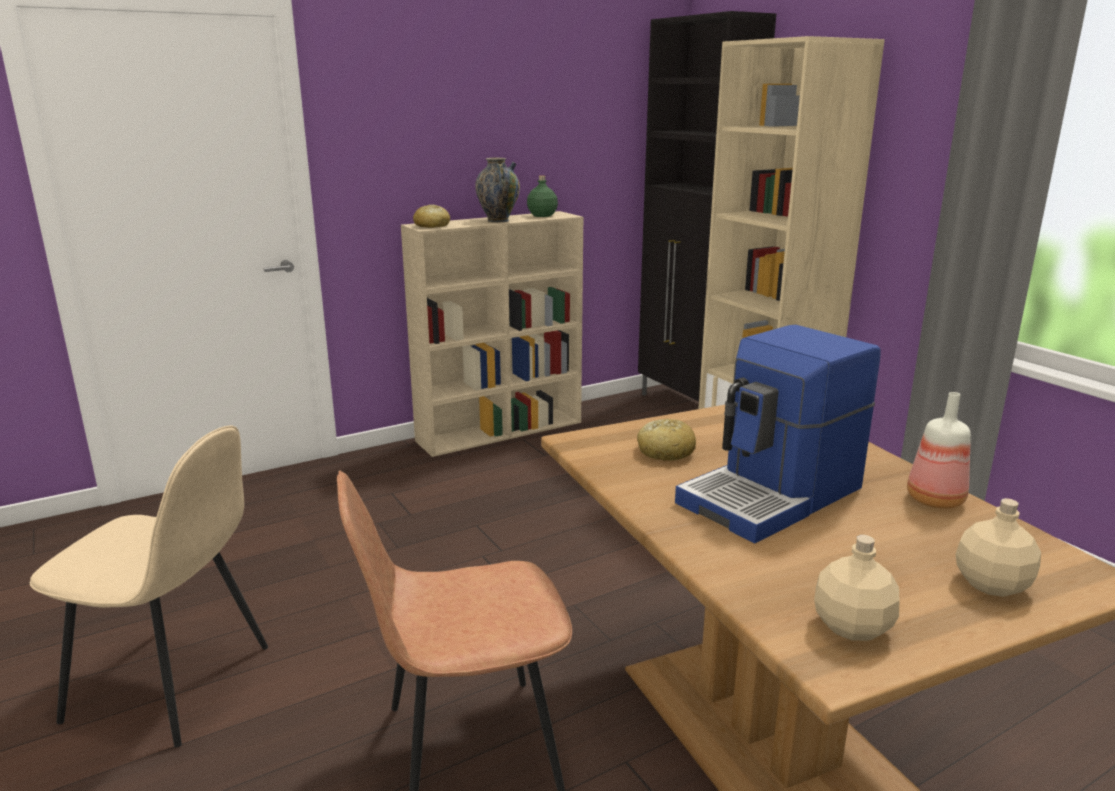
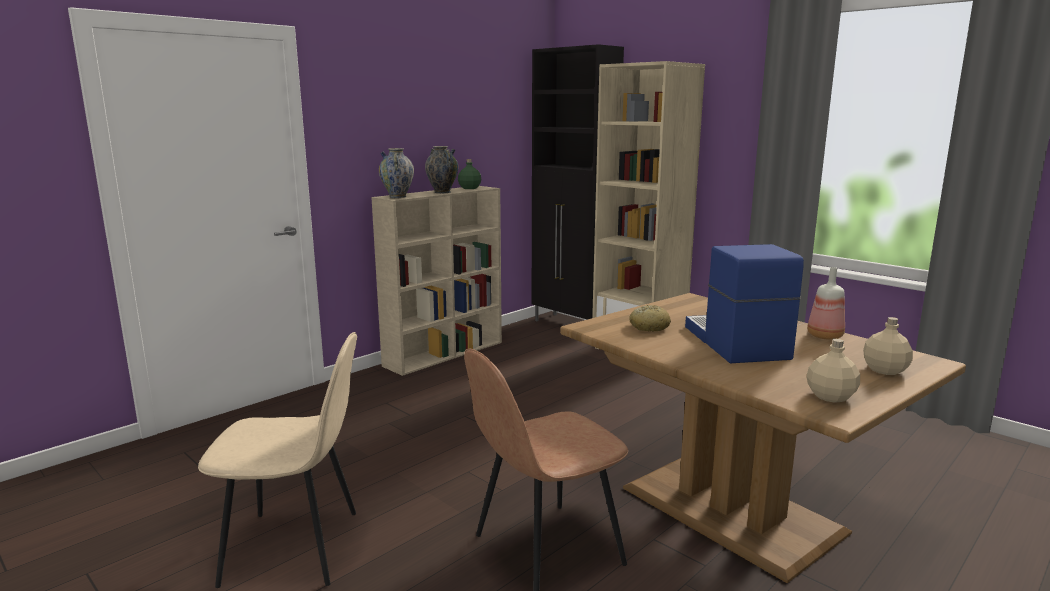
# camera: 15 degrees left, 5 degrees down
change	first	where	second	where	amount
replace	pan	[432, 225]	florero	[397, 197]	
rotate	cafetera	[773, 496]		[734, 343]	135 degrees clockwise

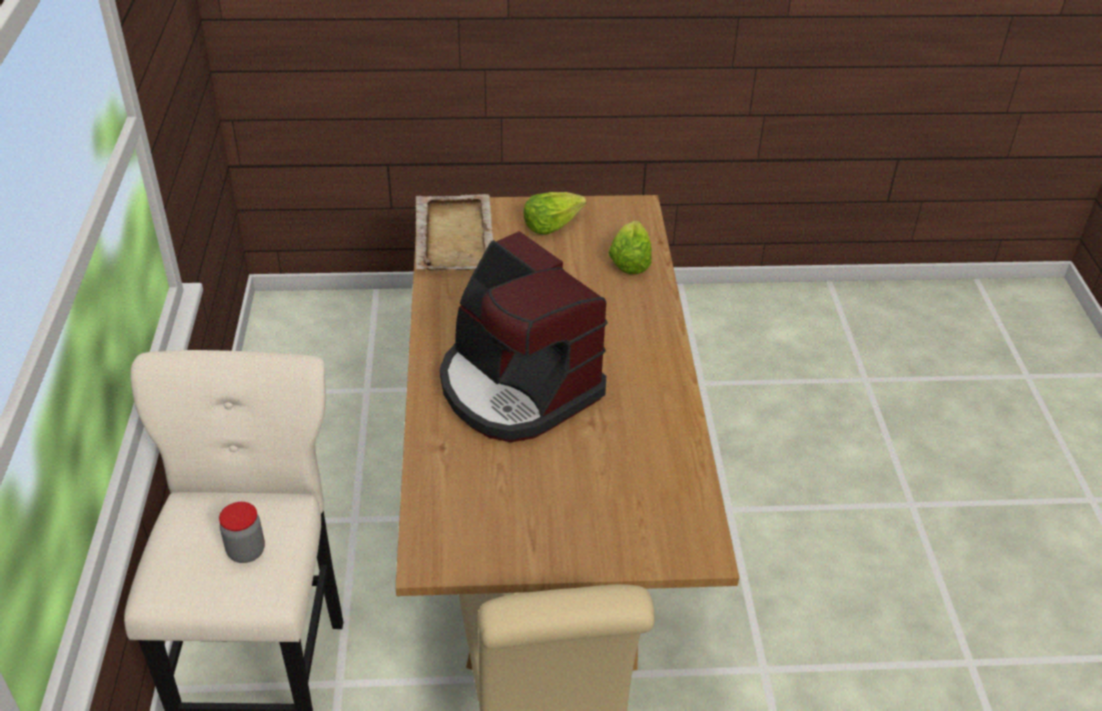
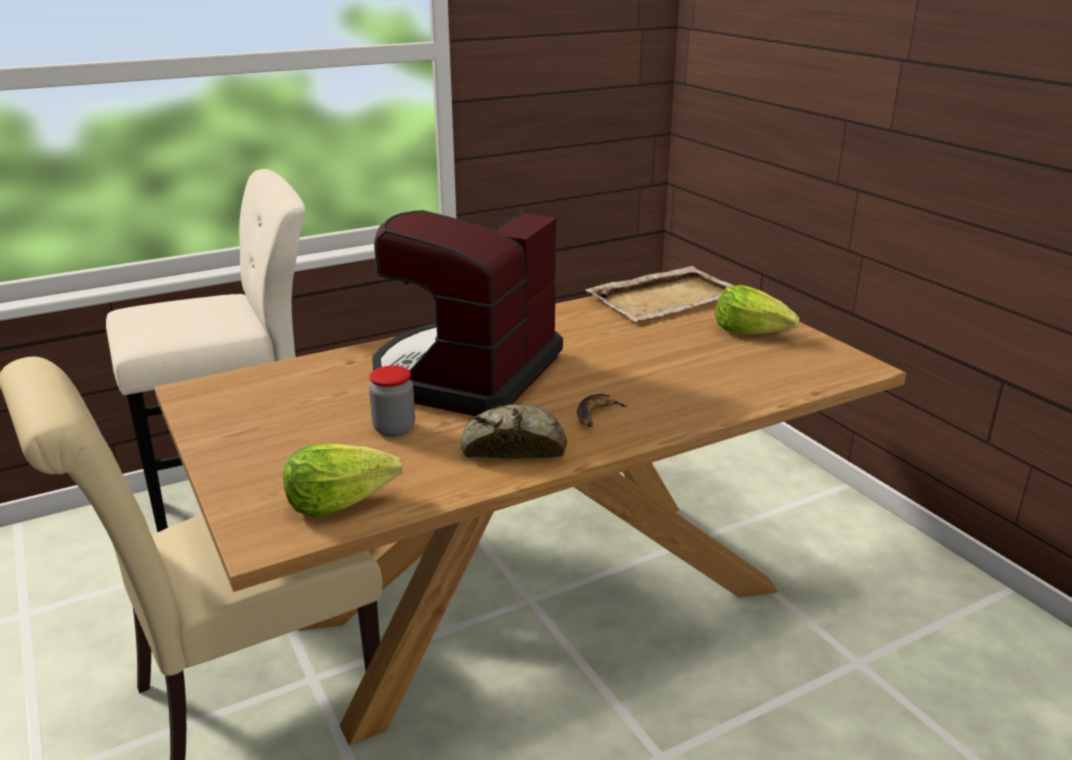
# camera: 65 degrees right, 15 degrees down
change	first	where	second	where	amount
move	lechuga	[629, 261]		[339, 501]	
move	tarro	[246, 551]		[394, 429]	
insert			plátano	[597, 415]	
insert			pan	[513, 445]	

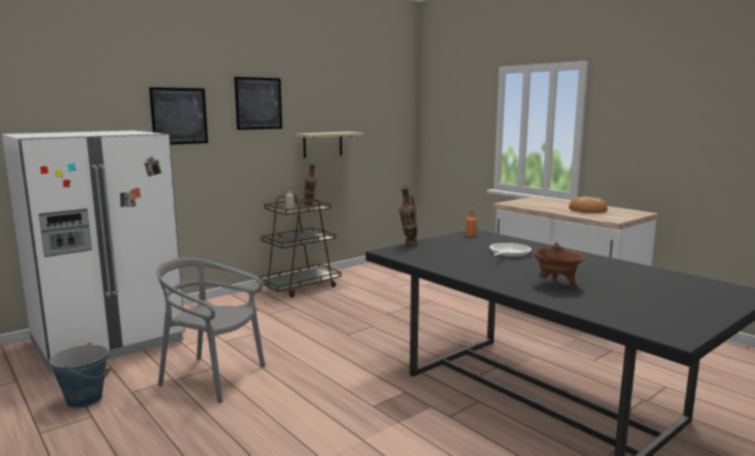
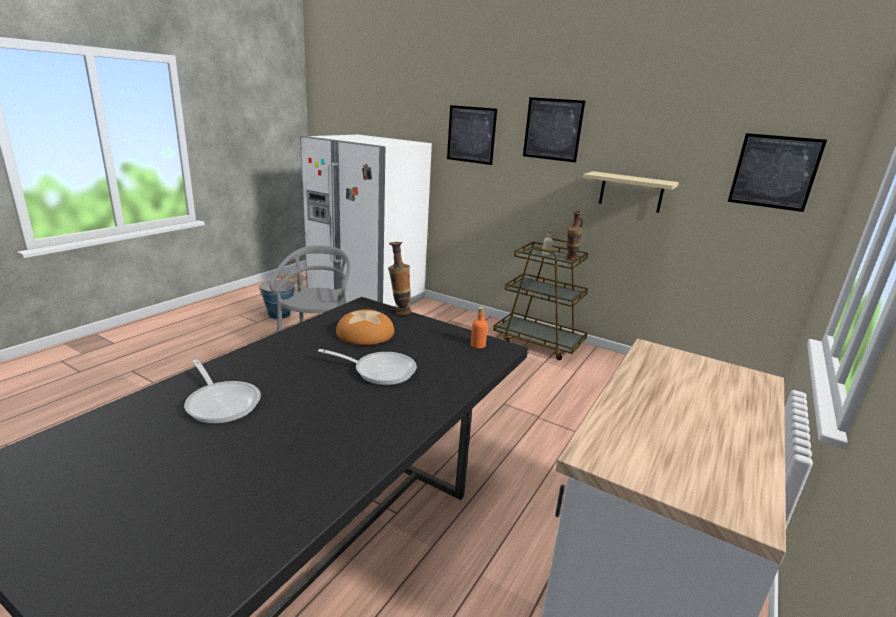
# camera: 70 degrees right, 10 degrees up
change	first	where	second	where	amount
move	pan	[587, 210]		[364, 333]	
replace	olla/marrón	[557, 284]	sartén	[222, 403]	
insert			cuadro	[774, 172]	

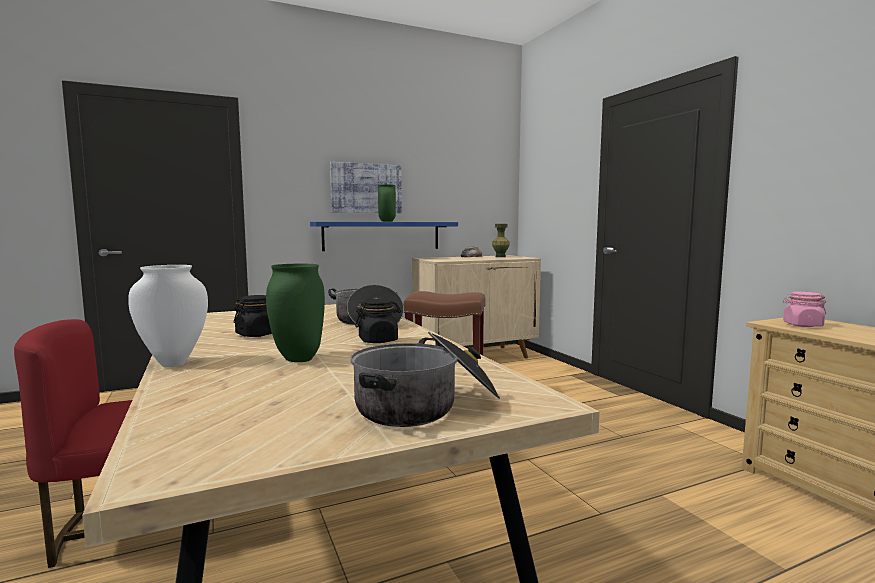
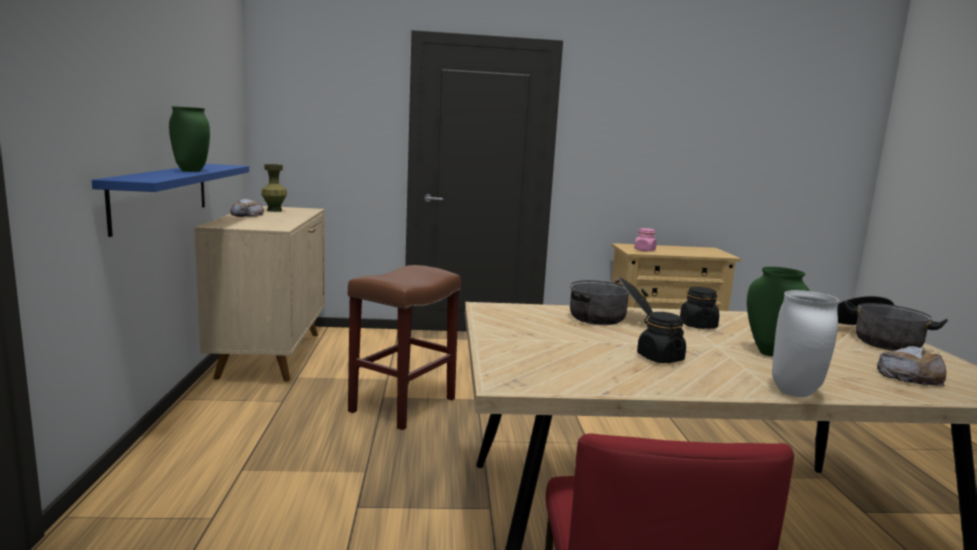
# camera: 70 degrees left, 5 degrees up
change	first	where	second	where	amount
delete	cuadro	[366, 188]			
insert			pan	[910, 376]	

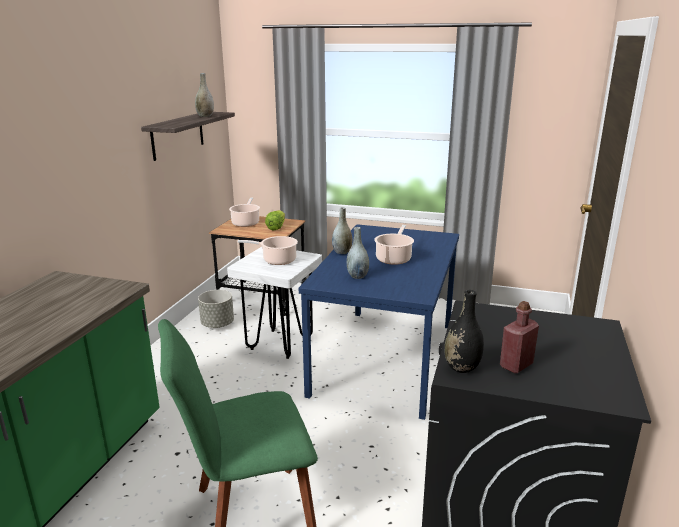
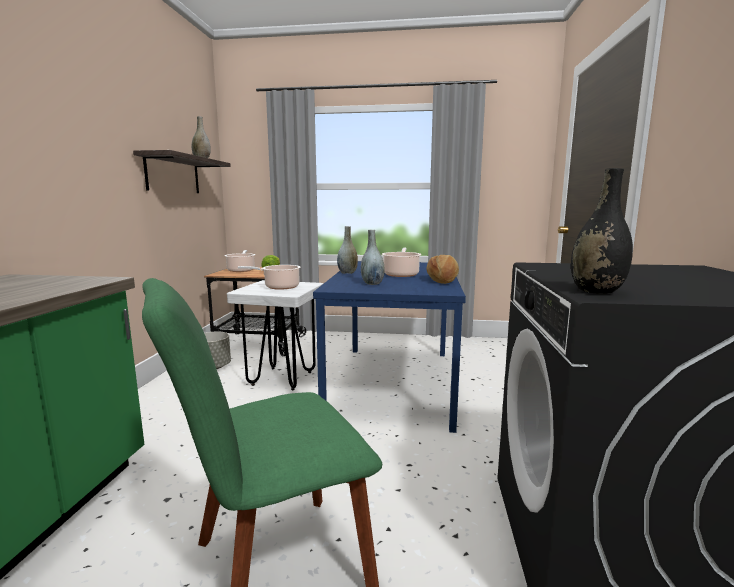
# camera: 10 degrees left, 10 degrees down
change	first	where	second	where	amount
delete	botella/rojo	[516, 365]			
insert			pan	[443, 280]	

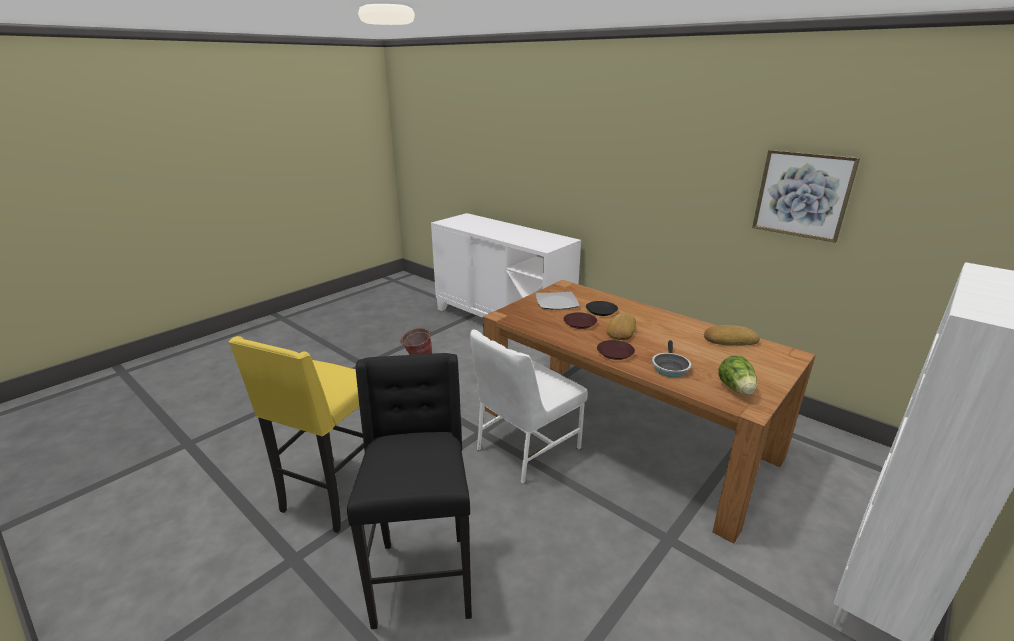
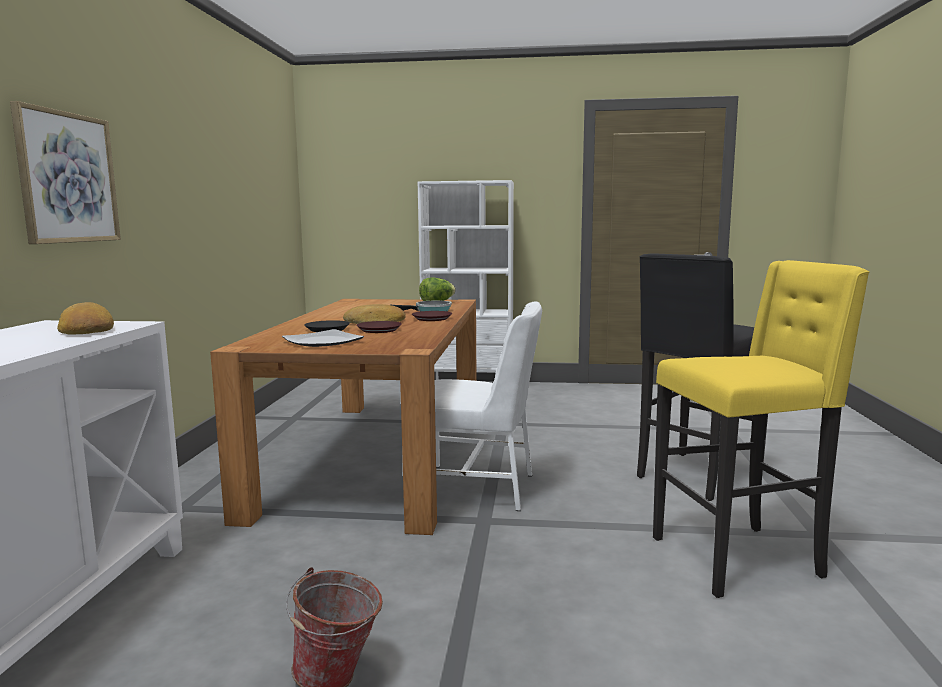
# camera: 125 degrees left, 15 degrees down
change	first	where	second	where	amount
move	cuadro	[802, 195]		[67, 178]	
move	pan	[729, 340]		[86, 329]	

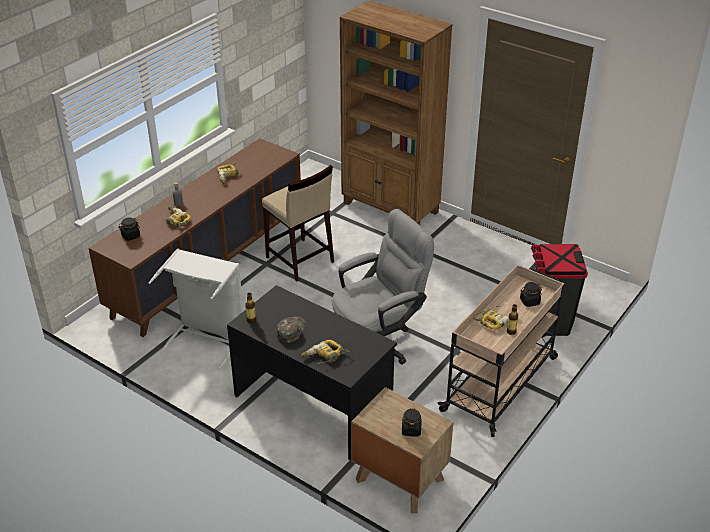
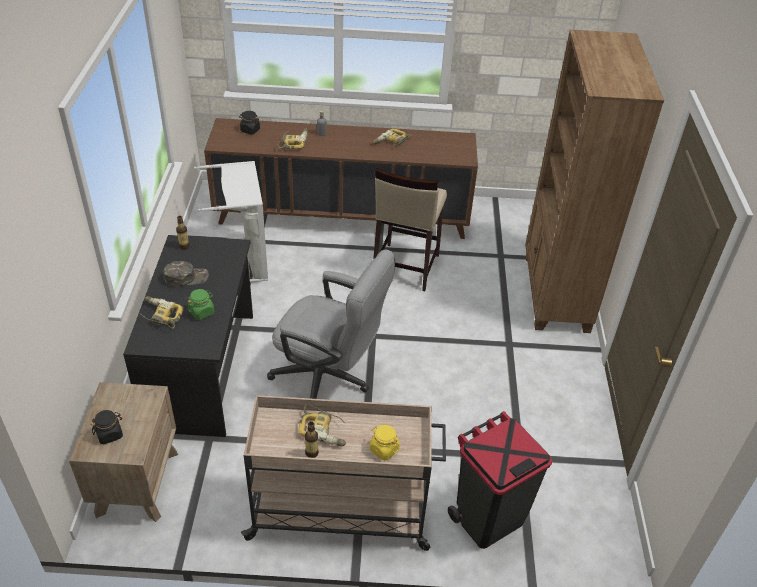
# camera: 55 degrees right, 5 degrees up
change	first	where	second	where	amount
recolor	tarro/negro	[529, 301]	tarro/amarillo	[384, 449]	
insert			tarro/verde	[202, 312]	

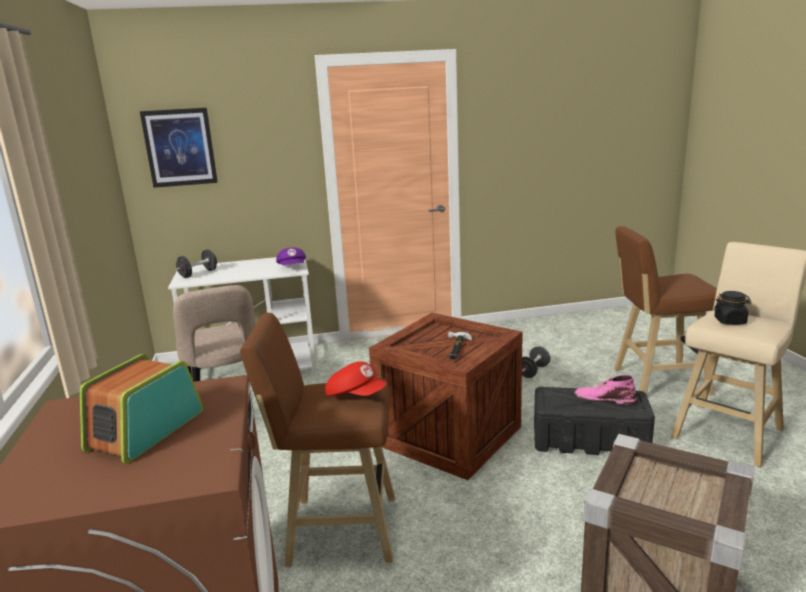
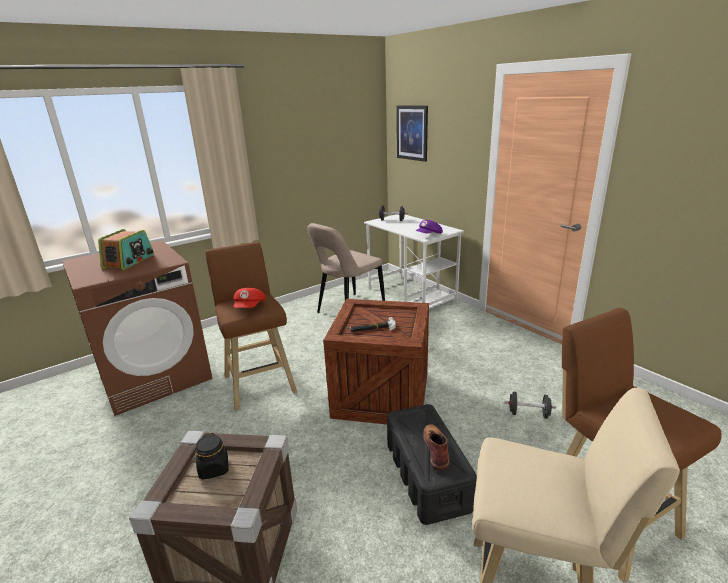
# camera: 65 degrees right, 5 degrees up
change	first	where	second	where	amount
move	tarro/negro	[730, 321]		[214, 468]	
rotate	radio	[145, 430]		[129, 261]	105 degrees clockwise
recolor	bota/rosa	[604, 398]	bota/marrón	[436, 448]	

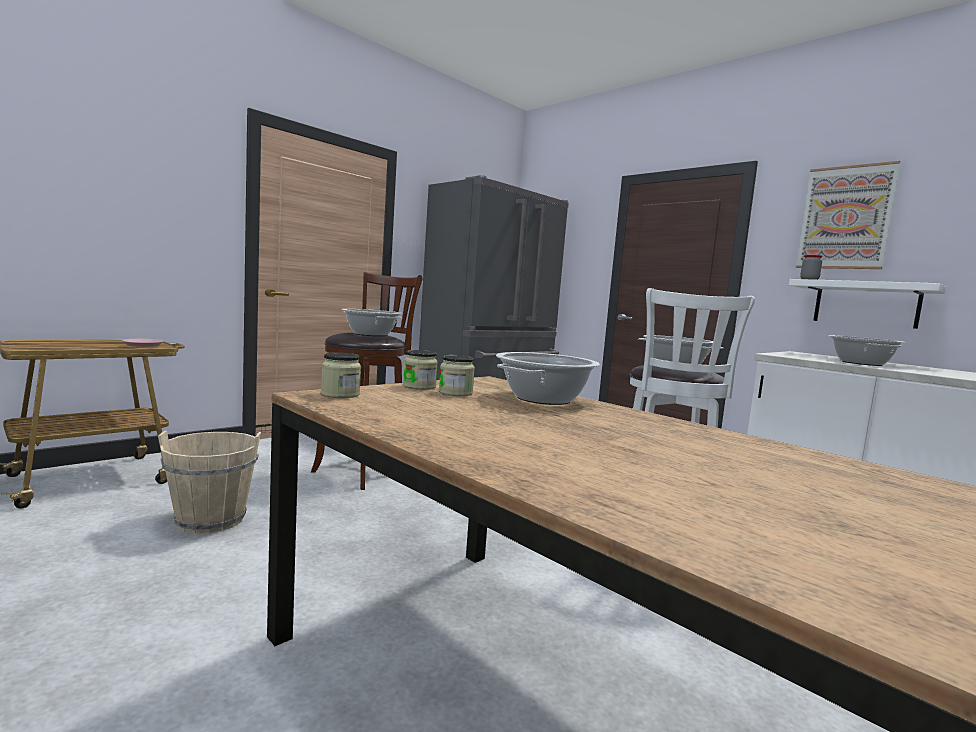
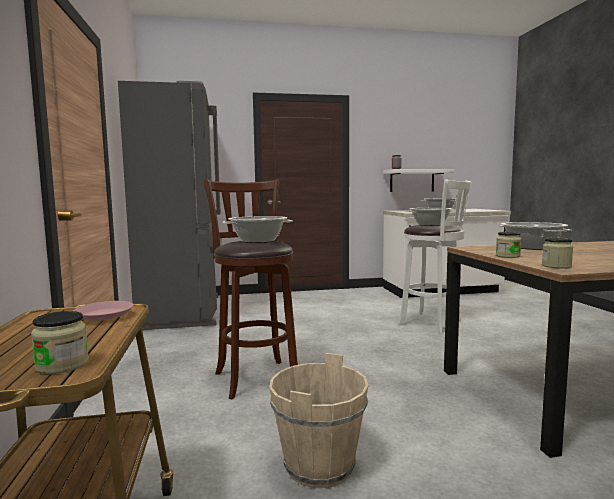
# camera: 55 degrees left, 0 degrees up
change	first	where	second	where	amount
delete	cuadro	[845, 218]			
move	tarro	[455, 393]		[62, 365]	

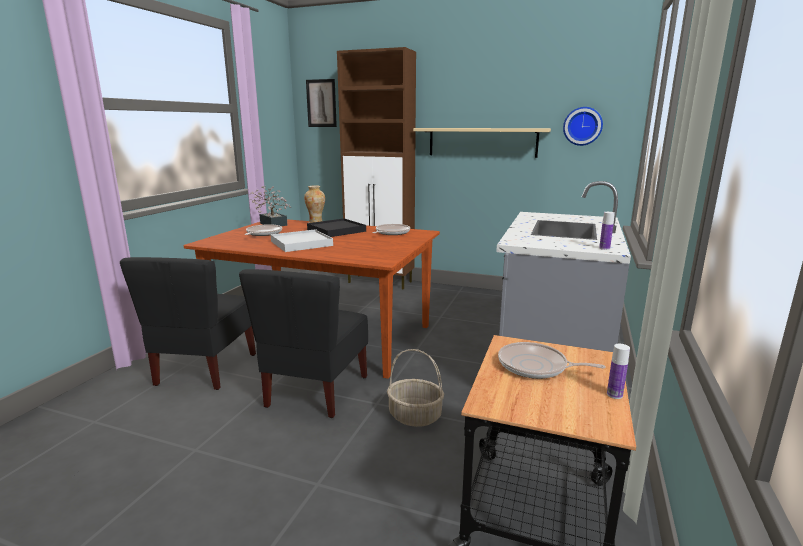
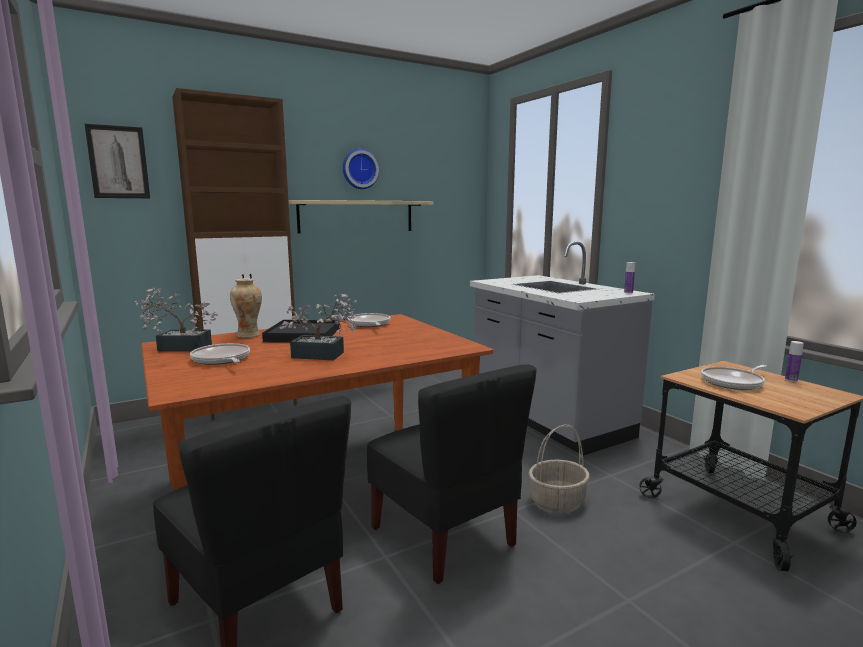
# camera: 50 degrees left, 5 degrees down
change	first	where	second	where	amount
move	reloj de pared	[582, 126]		[359, 169]	
replace	bandeja/blanco	[301, 243]	planta en maceta	[323, 355]	

